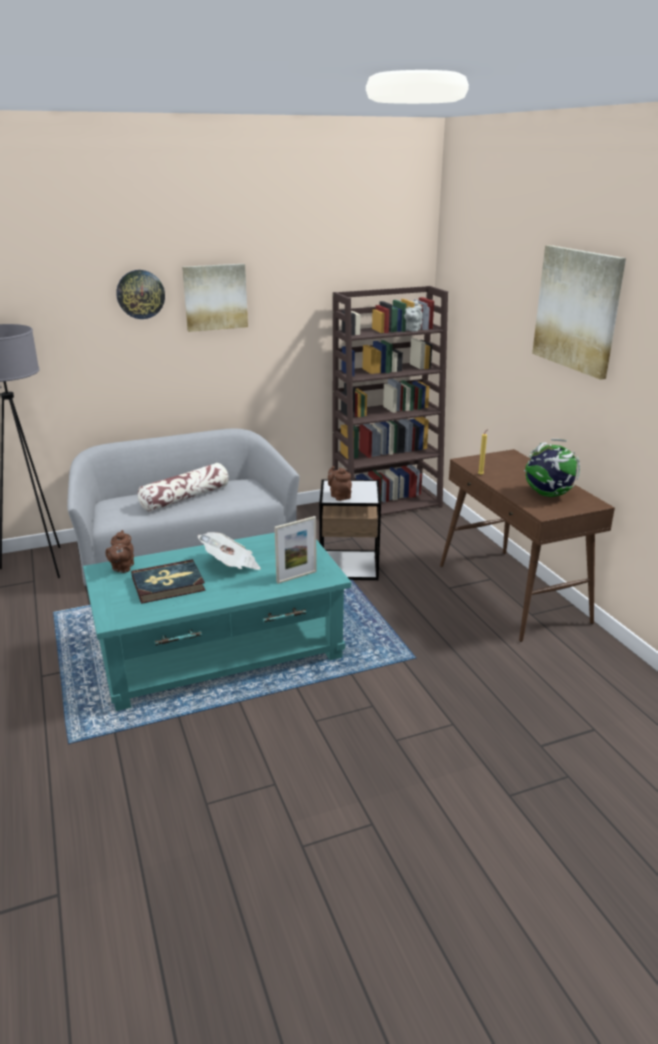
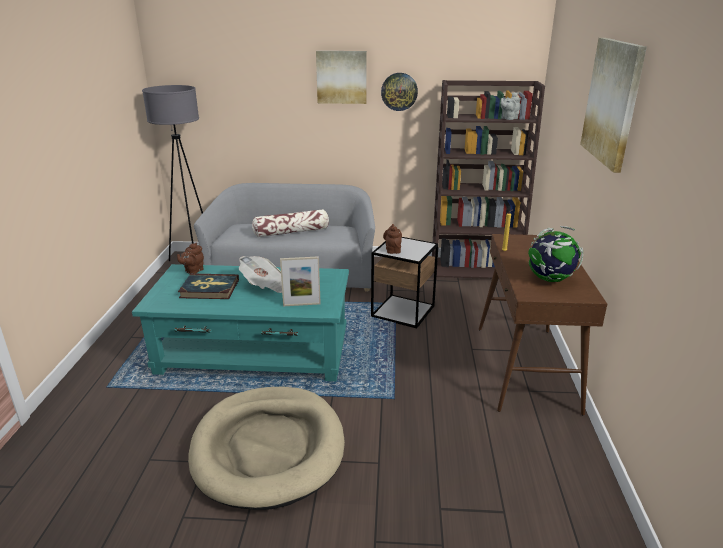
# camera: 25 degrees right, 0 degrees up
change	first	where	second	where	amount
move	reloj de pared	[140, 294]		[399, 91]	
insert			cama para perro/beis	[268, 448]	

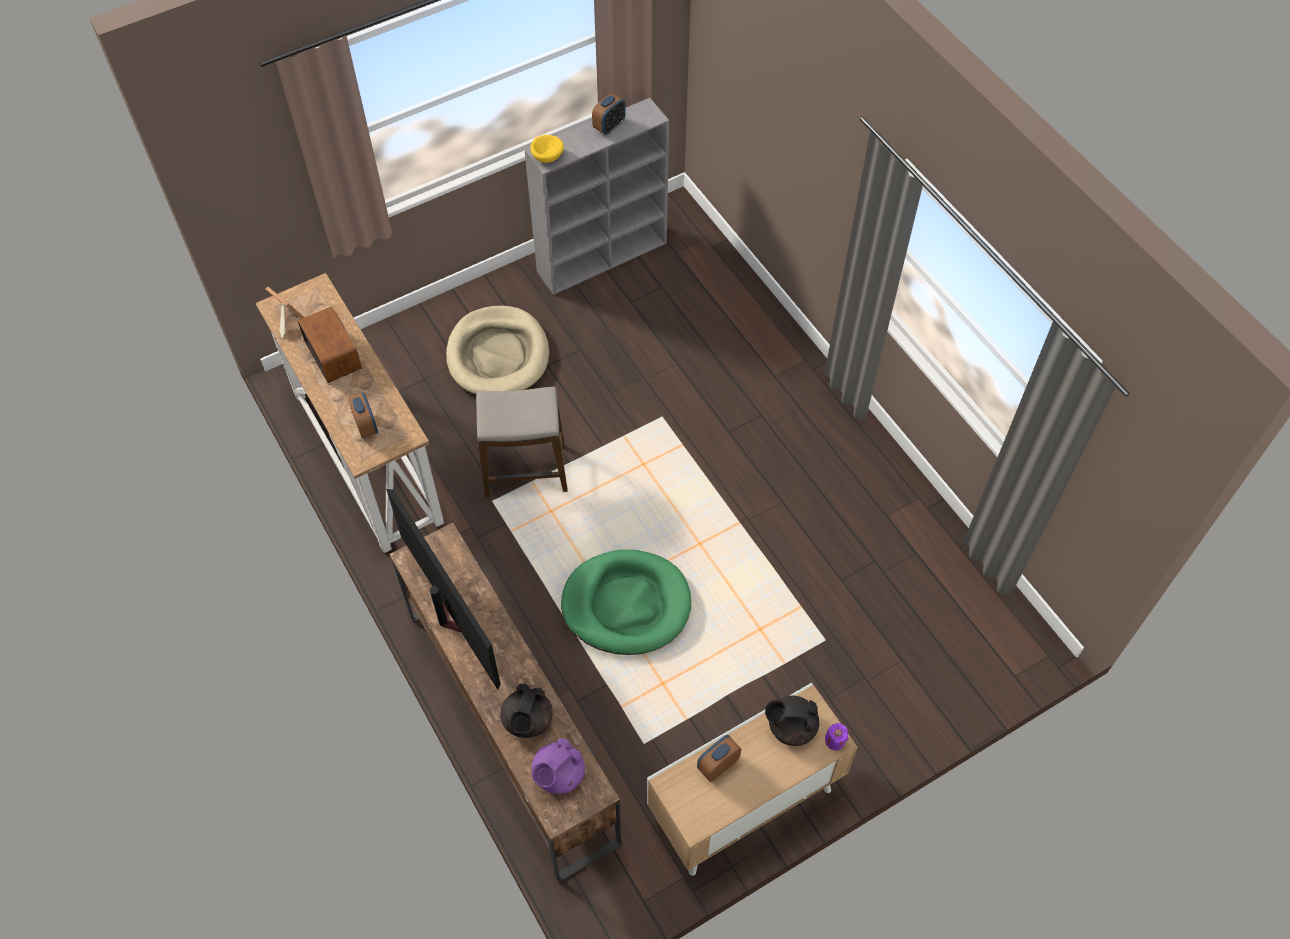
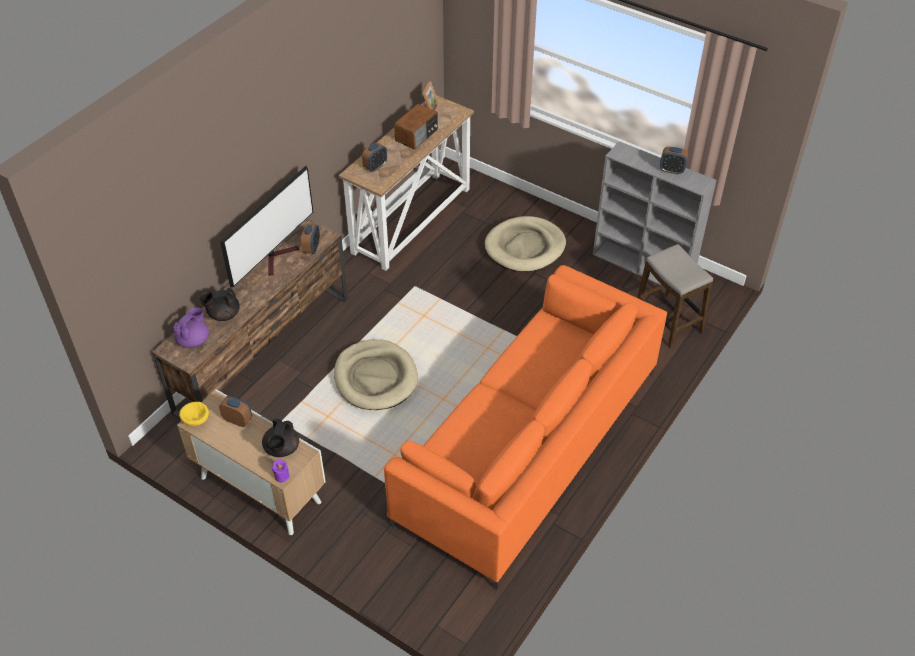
# camera: 65 degrees right, 10 degrees down
change	first	where	second	where	amount
move	cuenco/amarillo	[548, 156]		[196, 420]	
move	taburete	[525, 471]		[668, 321]	
recolor	cama para perro/verde	[626, 604]	cama para perro/beis	[375, 377]	
rotate	tetera/negro	[790, 727]		[282, 449]	150 degrees counterclockwise
rotate	tetera/morado	[558, 775]		[194, 340]	105 degrees clockwise
insert			despertador	[311, 248]	
insert			sofá/naranja	[528, 445]	

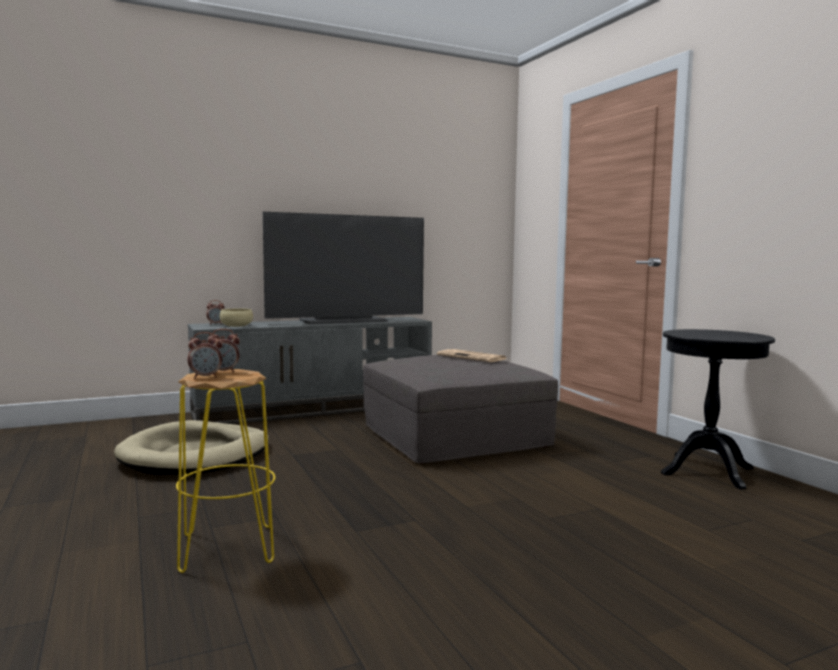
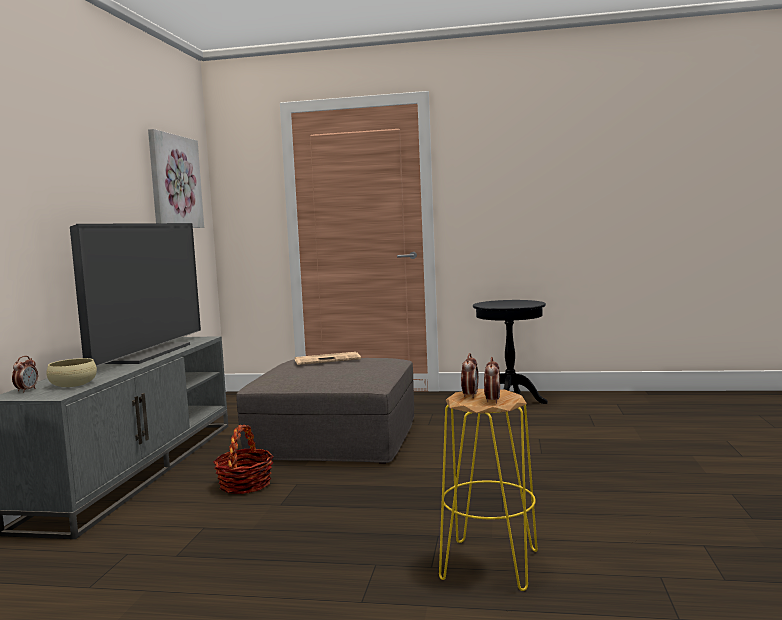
# camera: 55 degrees left, 0 degrees up
change	first	where	second	where	amount
delete	cama para perro/beis	[196, 455]			
insert			cuadro	[174, 182]	
insert			cesta	[245, 485]	

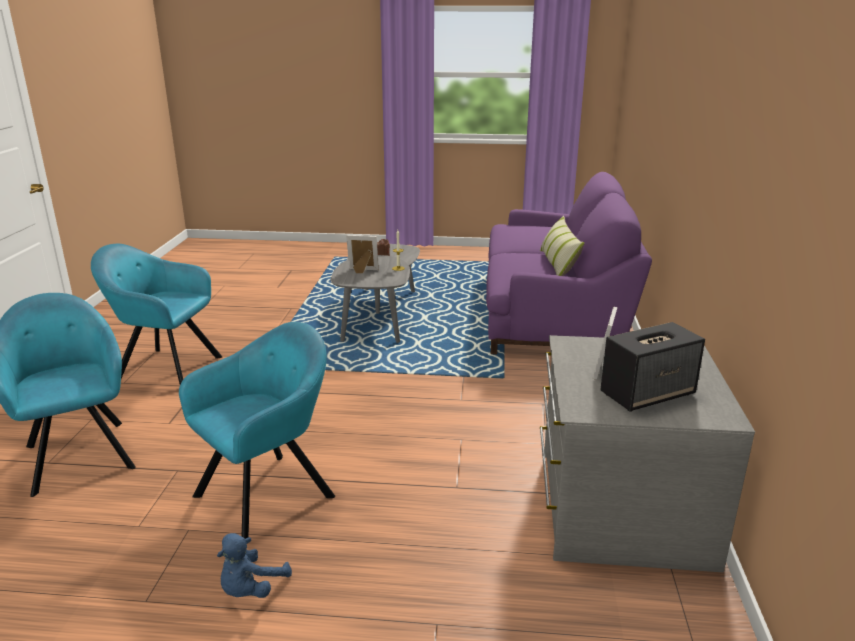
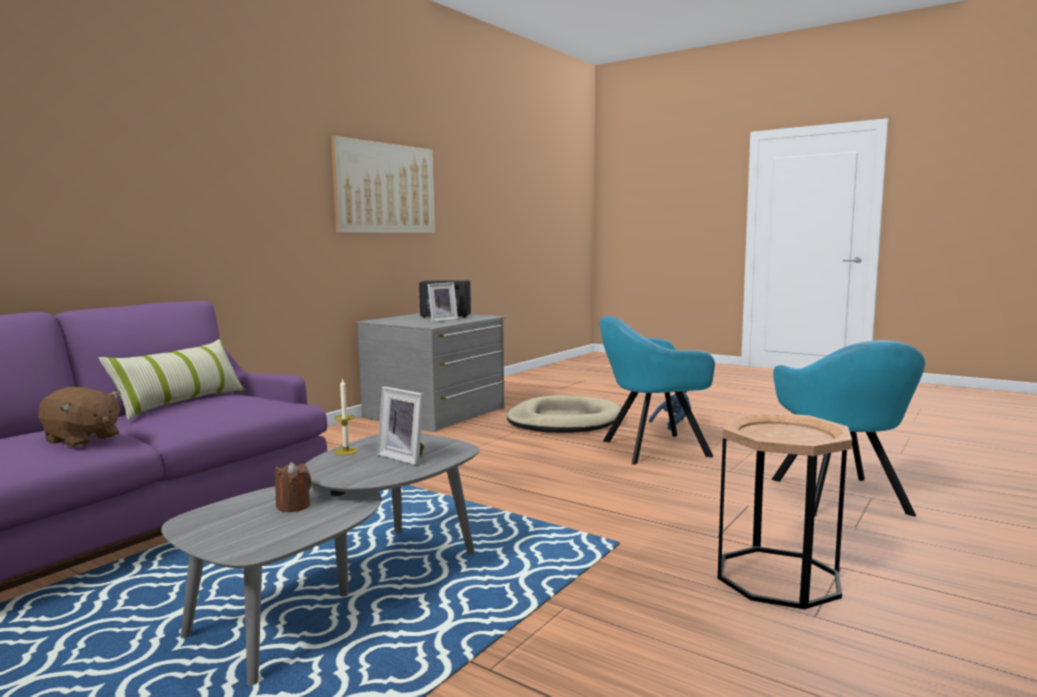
# camera: 150 degrees left, 15 degrees down
change	first	where	second	where	amount
replace	sillón/turquesa	[165, 368]	mesa auxiliar/marrón	[778, 577]	
insert			cuadro	[385, 188]	
insert			peluche/marrón	[82, 440]	
insert			cama para perro/beis	[563, 421]	

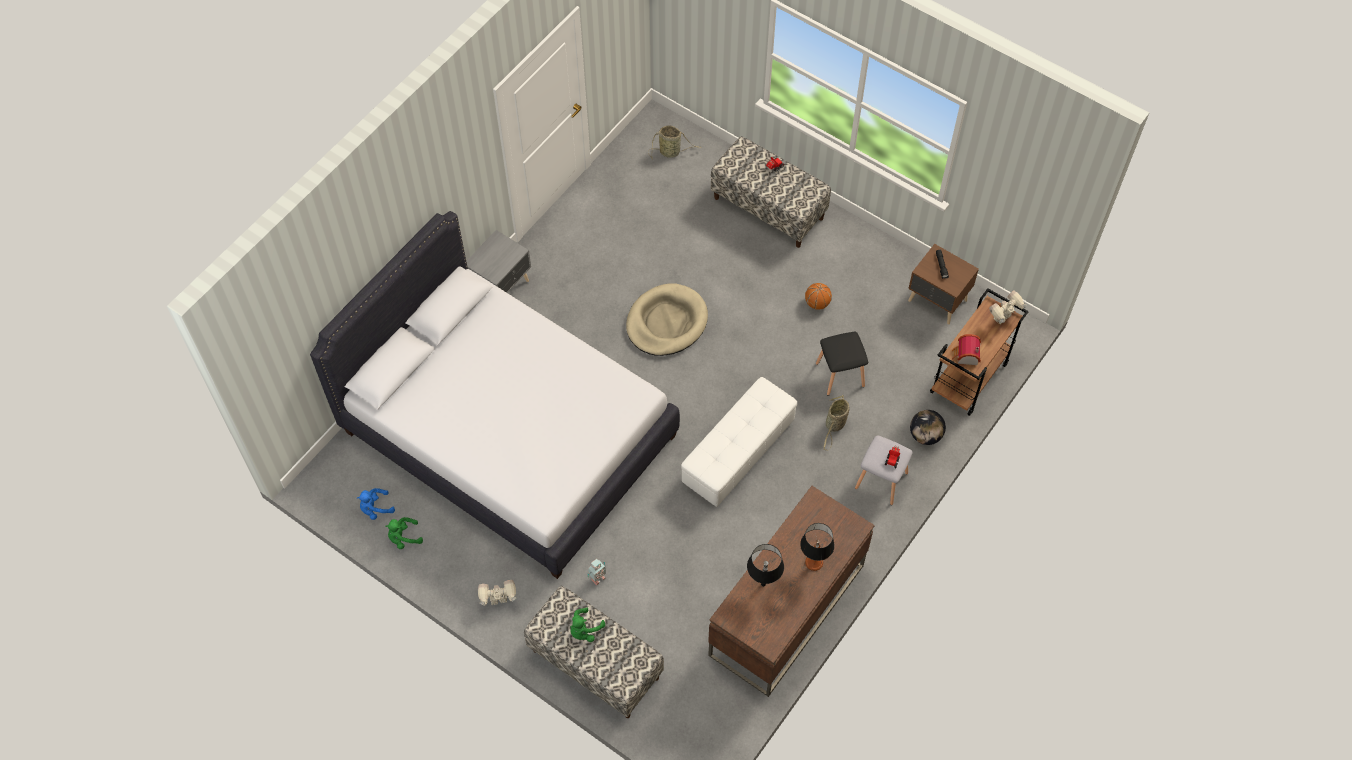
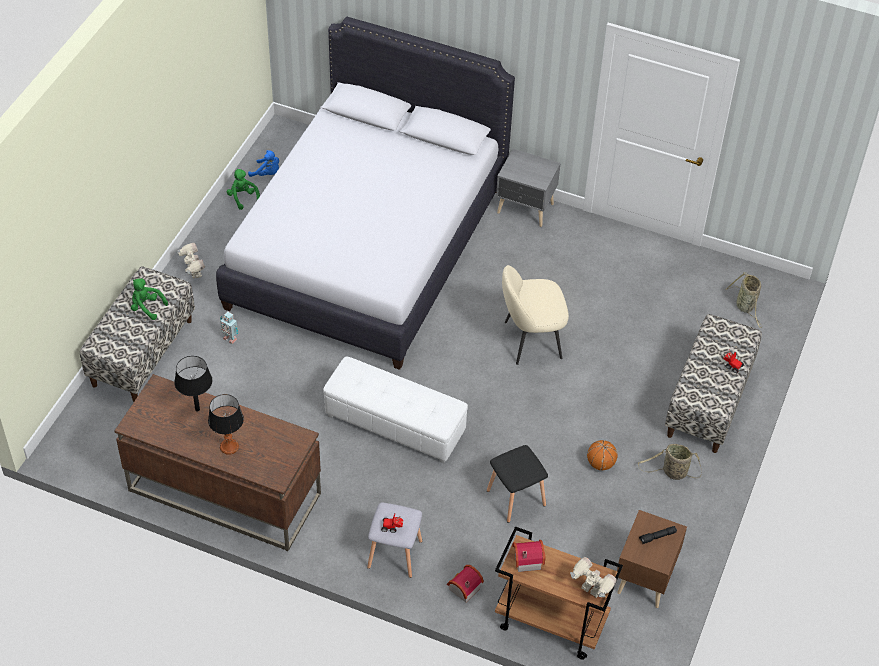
# camera: 75 degrees right, 10 degrees down
change	first	where	second	where	amount
replace	cama para perro/beis	[666, 322]	silla/beis	[530, 340]	
move	cesta	[834, 425]		[672, 472]	
replace	globo terráqueo	[925, 435]	casita	[462, 588]	
rotate	peluche/azul	[375, 508]		[267, 173]	150 degrees clockwise

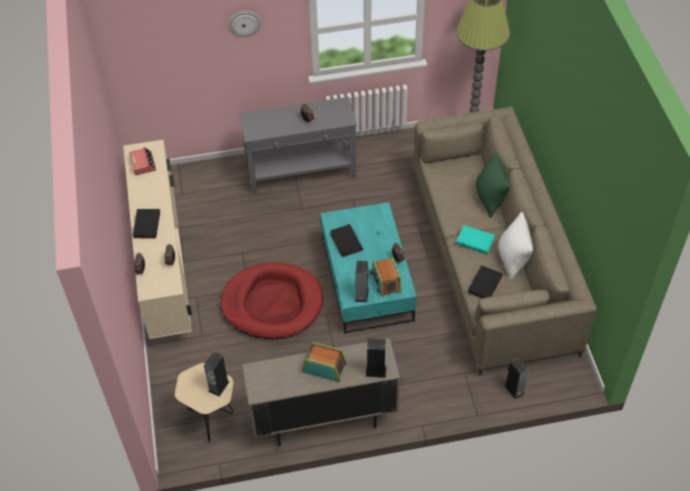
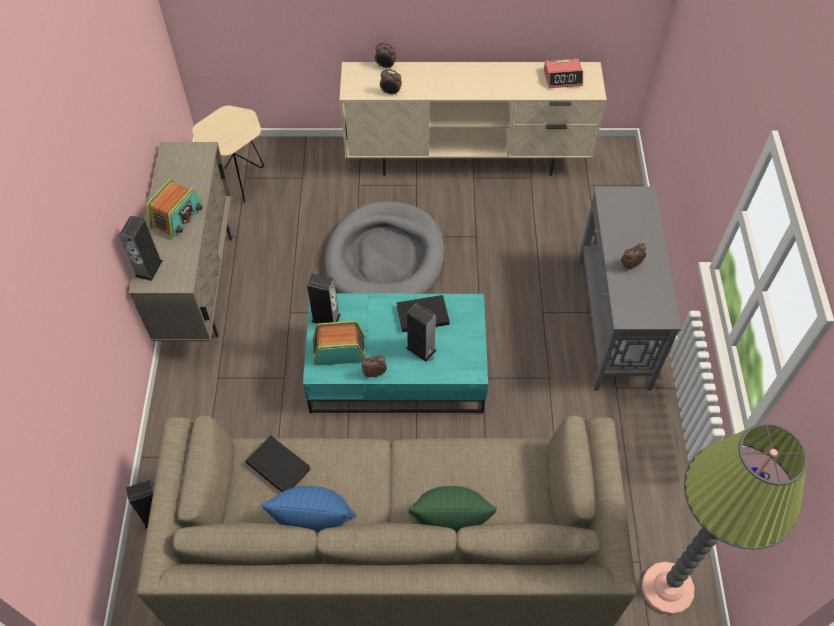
# camera: 100 degrees right, 5 degrees up
change	first	where	second	where	amount
delete	reloj de pared	[244, 23]			
delete	libro/negro	[146, 225]			
recolor	cojín/blanco	[512, 259]	cojín/azul	[314, 522]	
delete	libro/turquesa	[475, 240]			
recolor	cama para perro/rojo	[272, 303]	cama para perro/gris	[385, 257]	
move	altavoz	[218, 386]		[421, 349]	

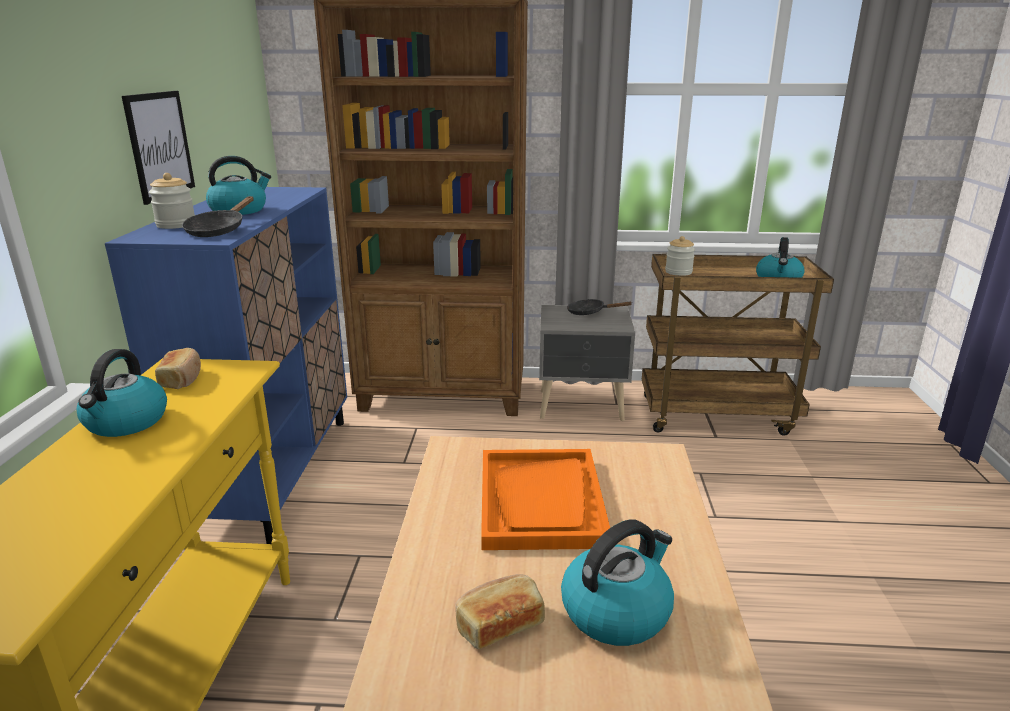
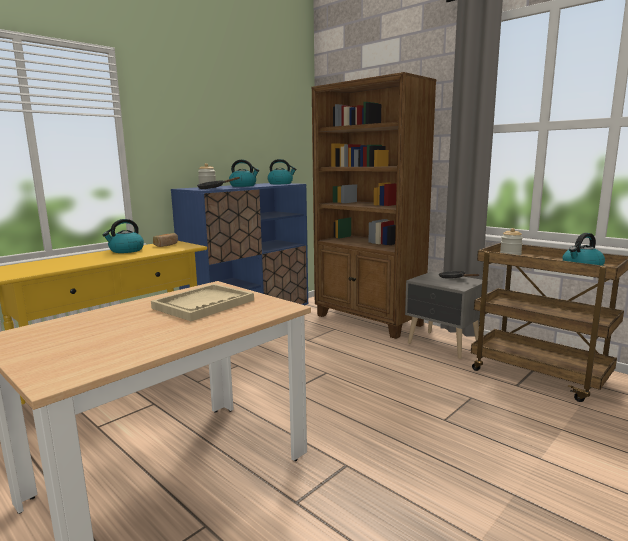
# camera: 40 degrees right, 10 degrees down
change	first	where	second	where	amount
delete	cuadro	[160, 145]			
recolor	bandeja/naranja	[541, 501]	bandeja/beis	[203, 304]	
move	hervidor	[616, 610]		[281, 183]	
delete	pan	[499, 623]			

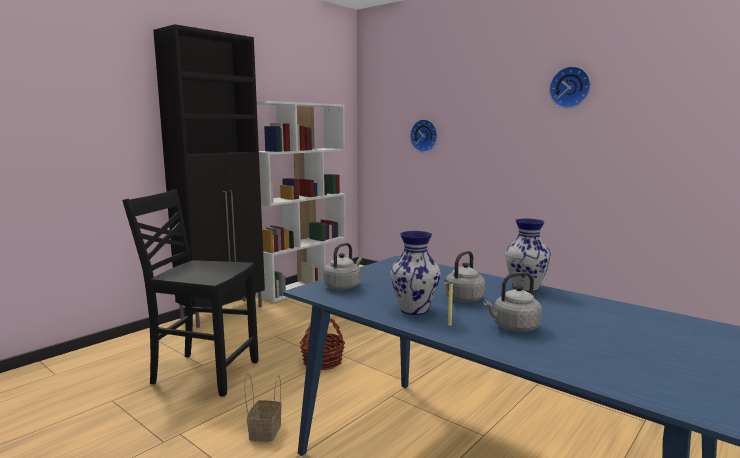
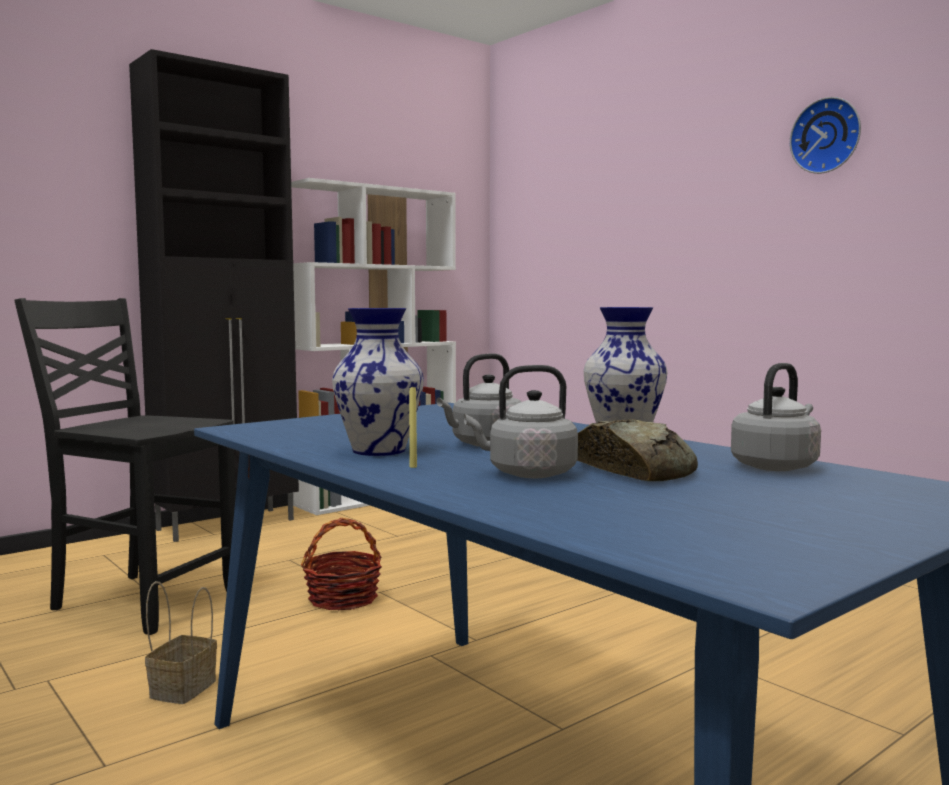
# camera: 10 degrees right, 5 degrees down
change	first	where	second	where	amount
delete	reloj de pared	[425, 135]			
move	hervidor/gris	[343, 286]		[776, 466]	
insert			pan	[634, 470]	

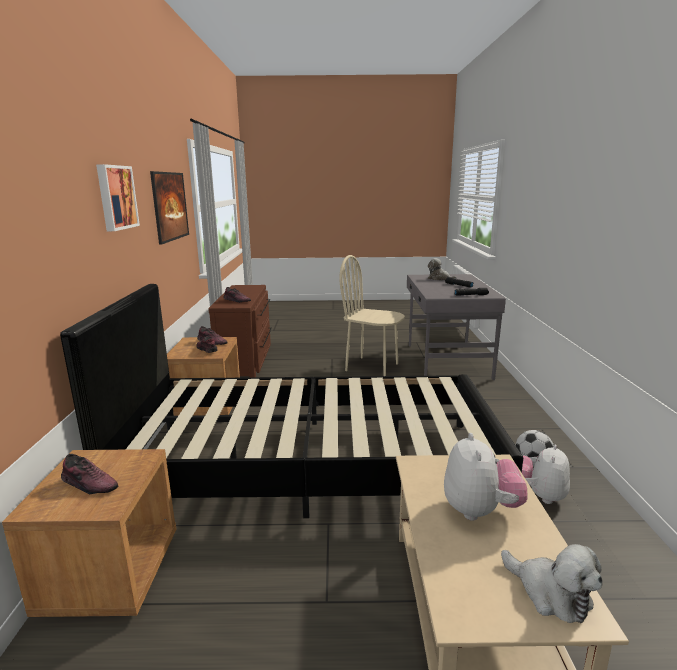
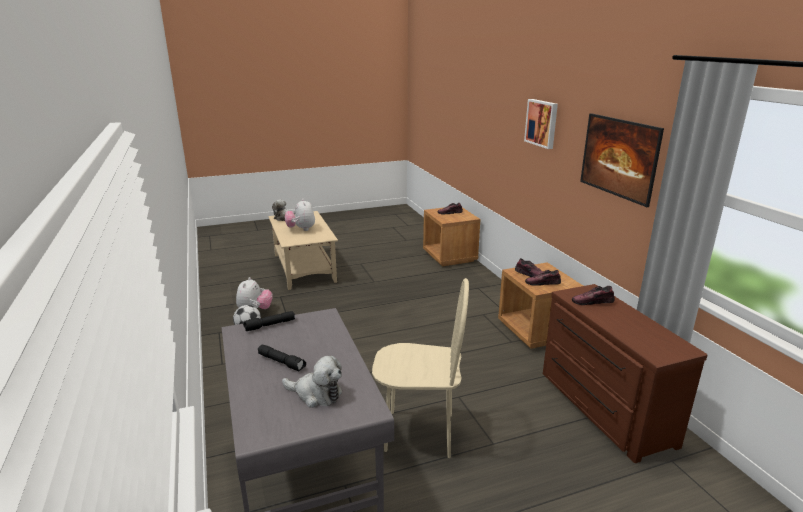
# camera: 160 degrees right, 5 degrees up
change	first	where	second	where	amount
delete	cama/negro	[311, 465]			

